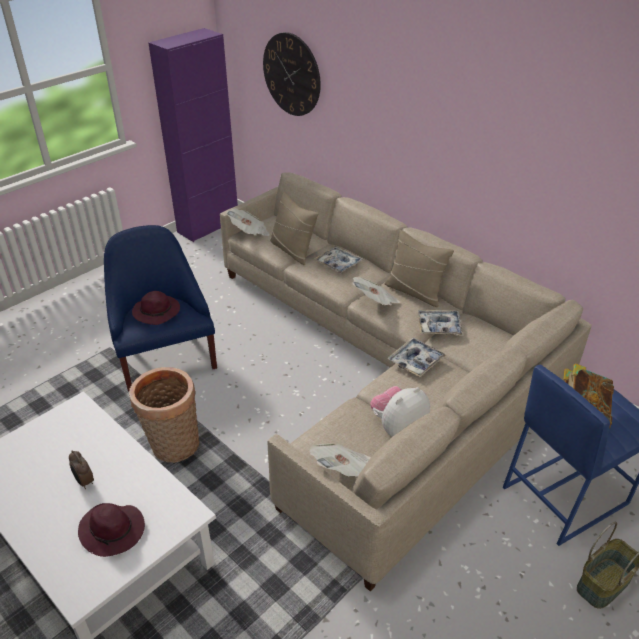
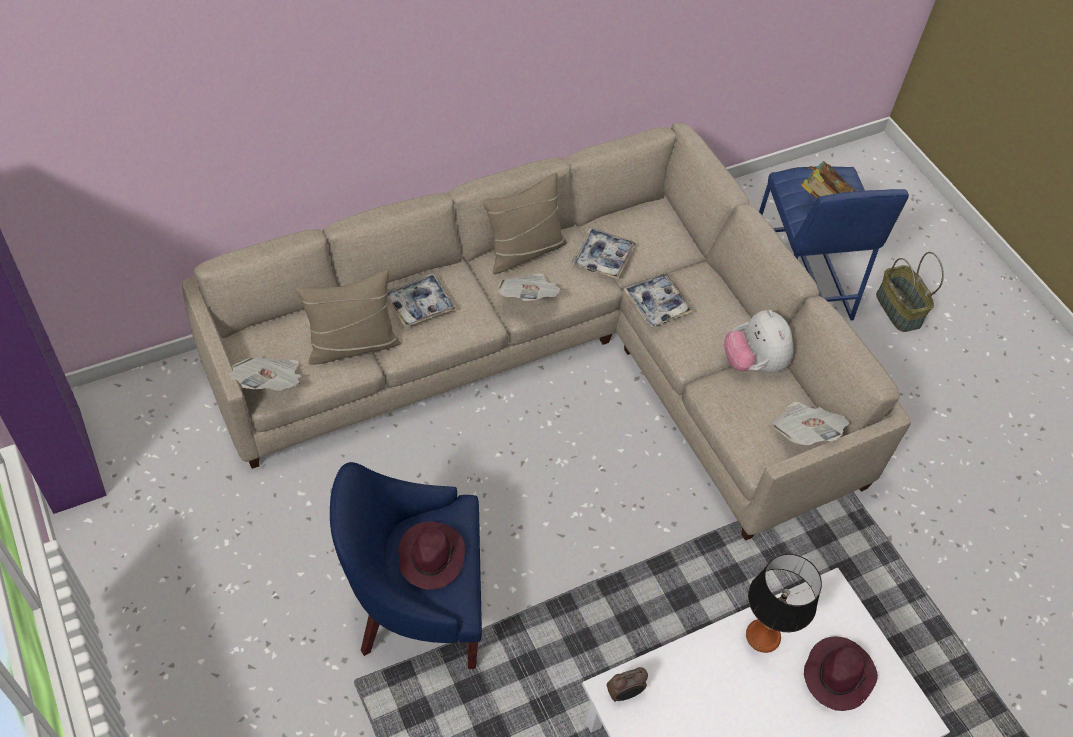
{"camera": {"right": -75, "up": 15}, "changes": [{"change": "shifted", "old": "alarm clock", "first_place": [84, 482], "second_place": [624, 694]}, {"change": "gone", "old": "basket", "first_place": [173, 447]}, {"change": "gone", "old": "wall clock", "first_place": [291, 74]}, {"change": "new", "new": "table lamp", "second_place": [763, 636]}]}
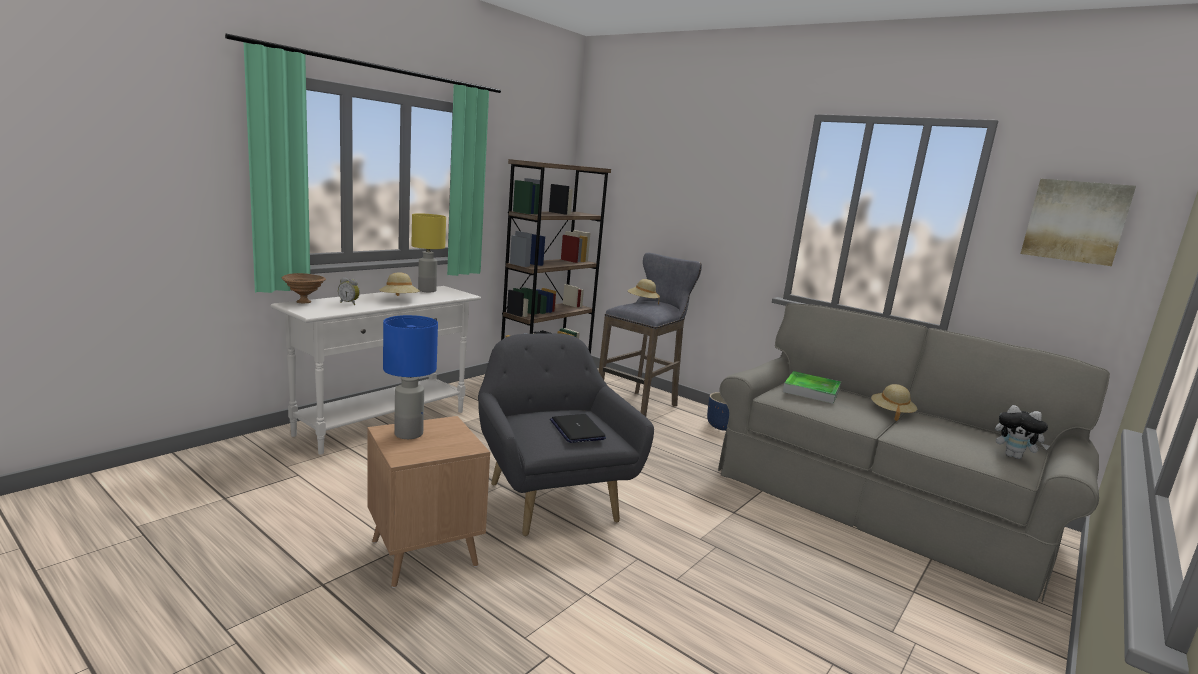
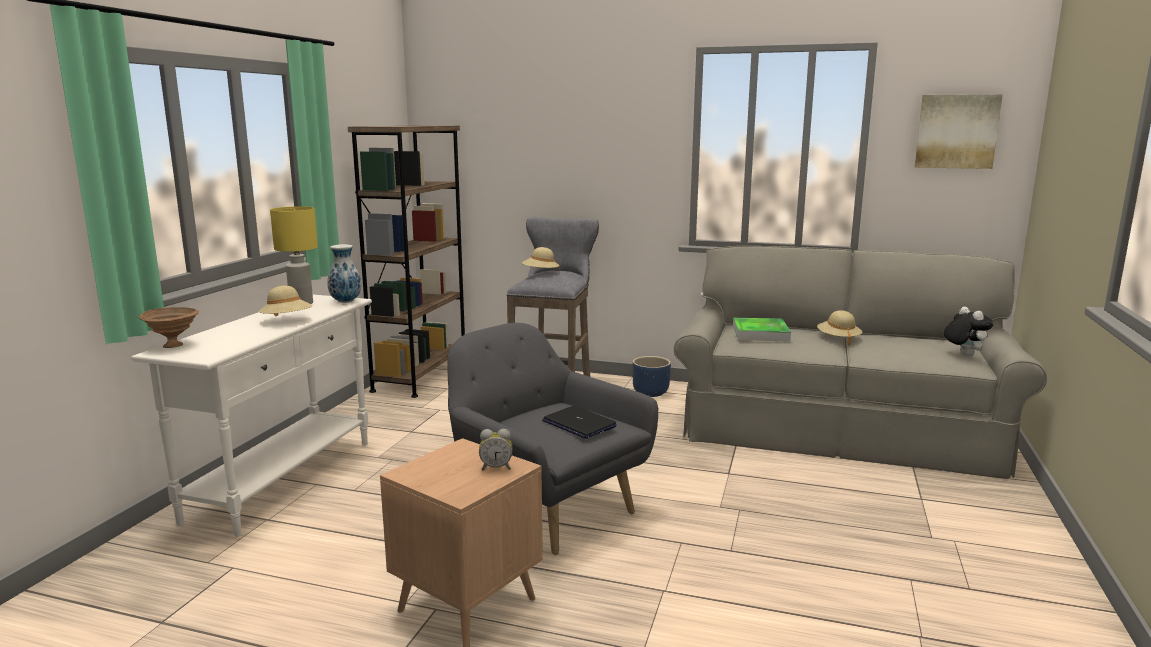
{"camera": {"right": -20, "up": 0}, "changes": [{"change": "shifted", "old": "alarm clock", "first_place": [349, 303], "second_place": [496, 467]}, {"change": "gone", "old": "blue table lamp", "first_place": [408, 434]}, {"change": "rotated", "old": "plush toy", "first_place": [1014, 456], "second_place": [963, 355], "degrees": -120}, {"change": "new", "new": "vase", "second_place": [346, 301]}]}
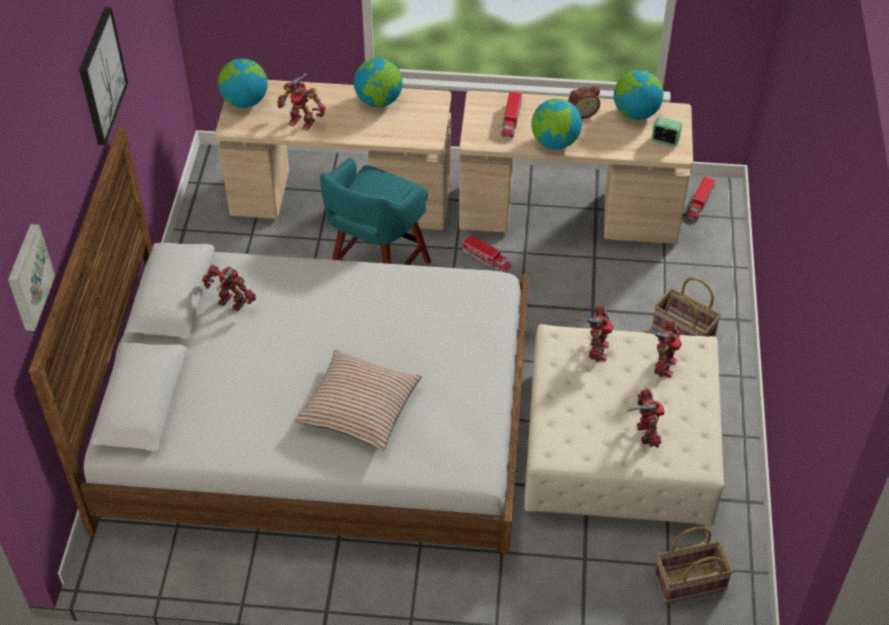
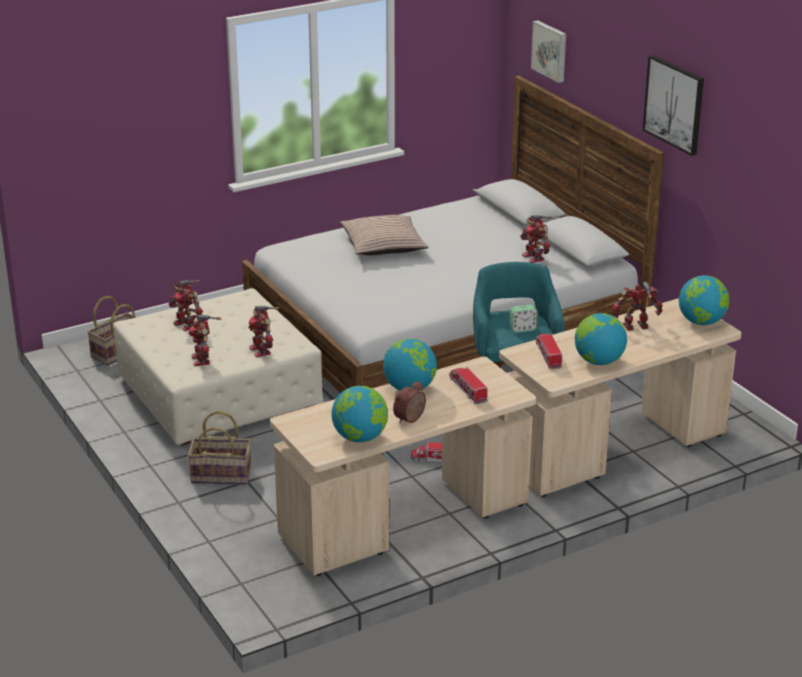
{"camera": {"right": 145, "up": -20}, "changes": [{"change": "rotated", "old": "toy robot", "first_place": [231, 303], "second_place": [534, 257], "degrees": 75}, {"change": "shifted", "old": "alarm clock", "first_place": [665, 140], "second_place": [523, 329]}, {"change": "shifted", "old": "toy truck", "first_place": [699, 203], "second_place": [548, 355]}]}
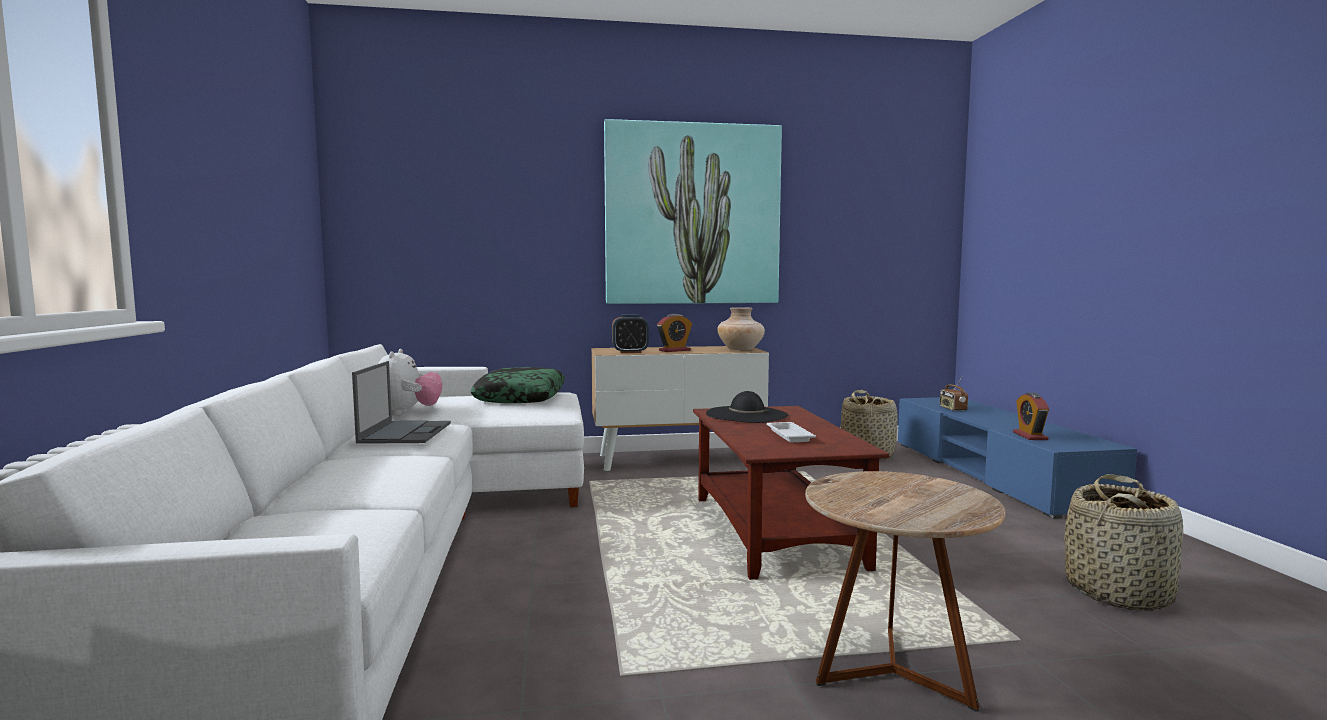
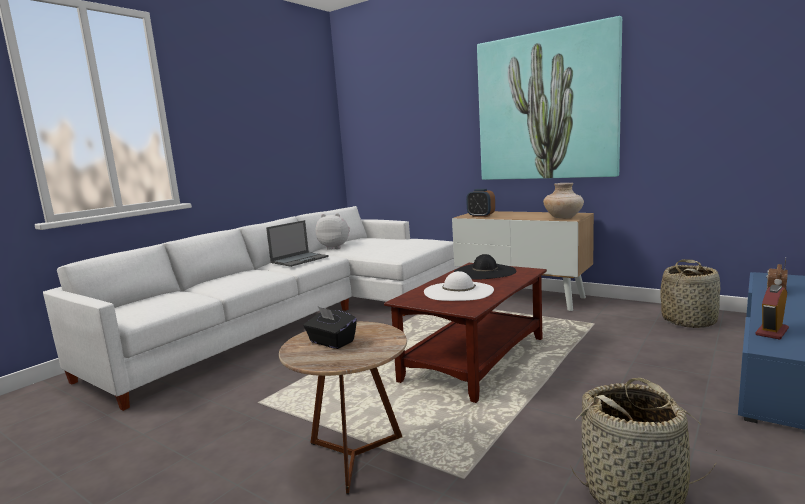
{"camera": {"right": 45, "up": 5}, "changes": [{"change": "rotated", "old": "plush toy", "first_place": [408, 413], "second_place": [335, 247], "degrees": -120}, {"change": "gone", "old": "pillow", "first_place": [520, 397]}, {"change": "gone", "old": "alarm clock", "first_place": [674, 350]}, {"change": "swapped", "old": "white tray", "new": "white hat", "first_place": [789, 435], "second_place": [458, 291]}, {"change": "new", "new": "black tissue box", "second_place": [331, 342]}]}
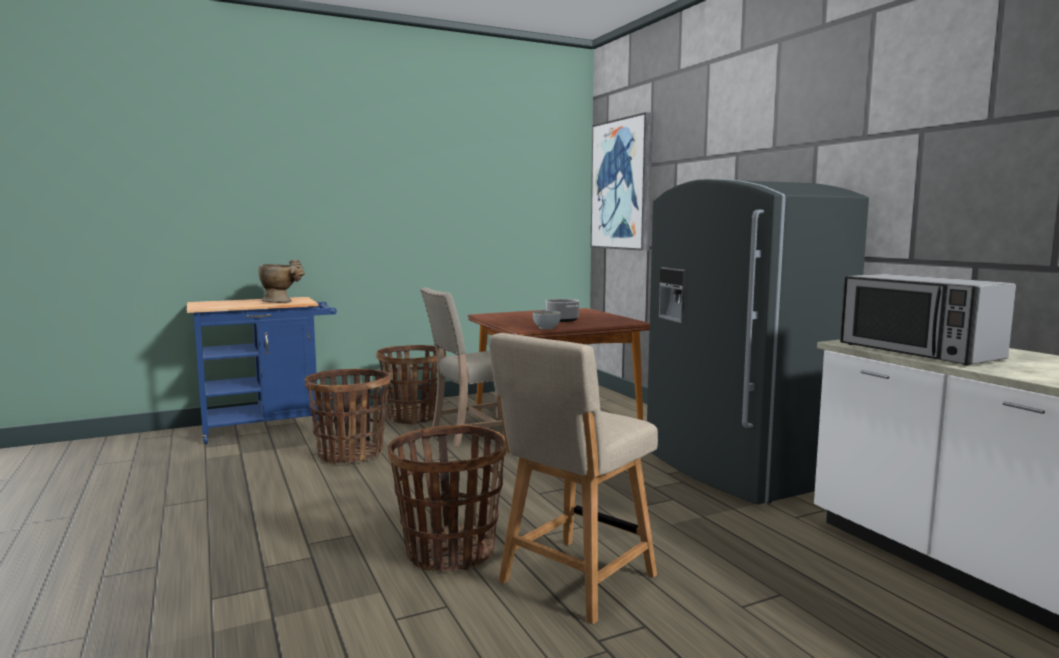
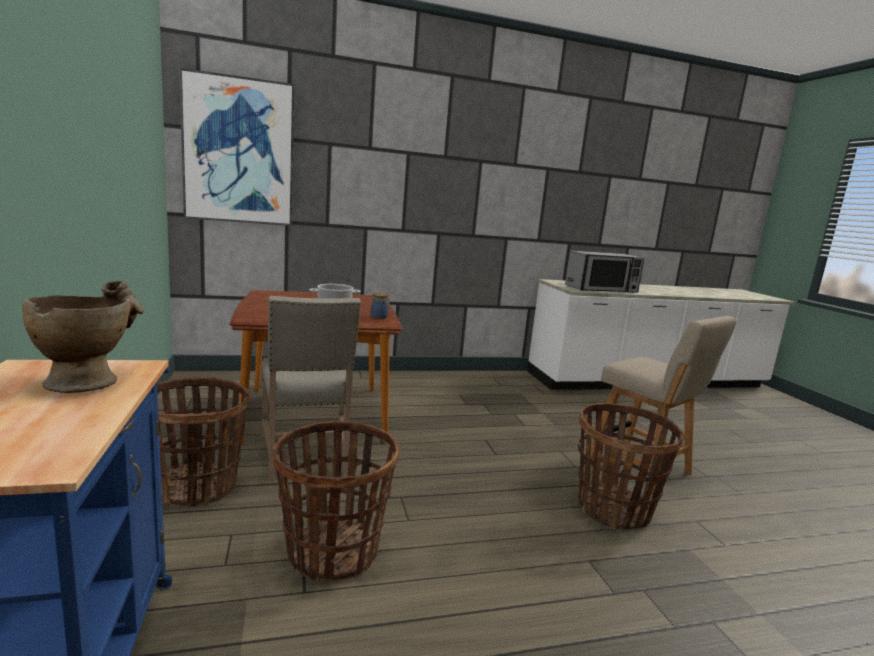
{"camera": {"right": -80, "up": 5}, "changes": [{"change": "swapped", "old": "bowl", "new": "jar", "first_place": [546, 328], "second_place": [379, 317]}, {"change": "gone", "old": "grey fridge", "first_place": [736, 469]}]}
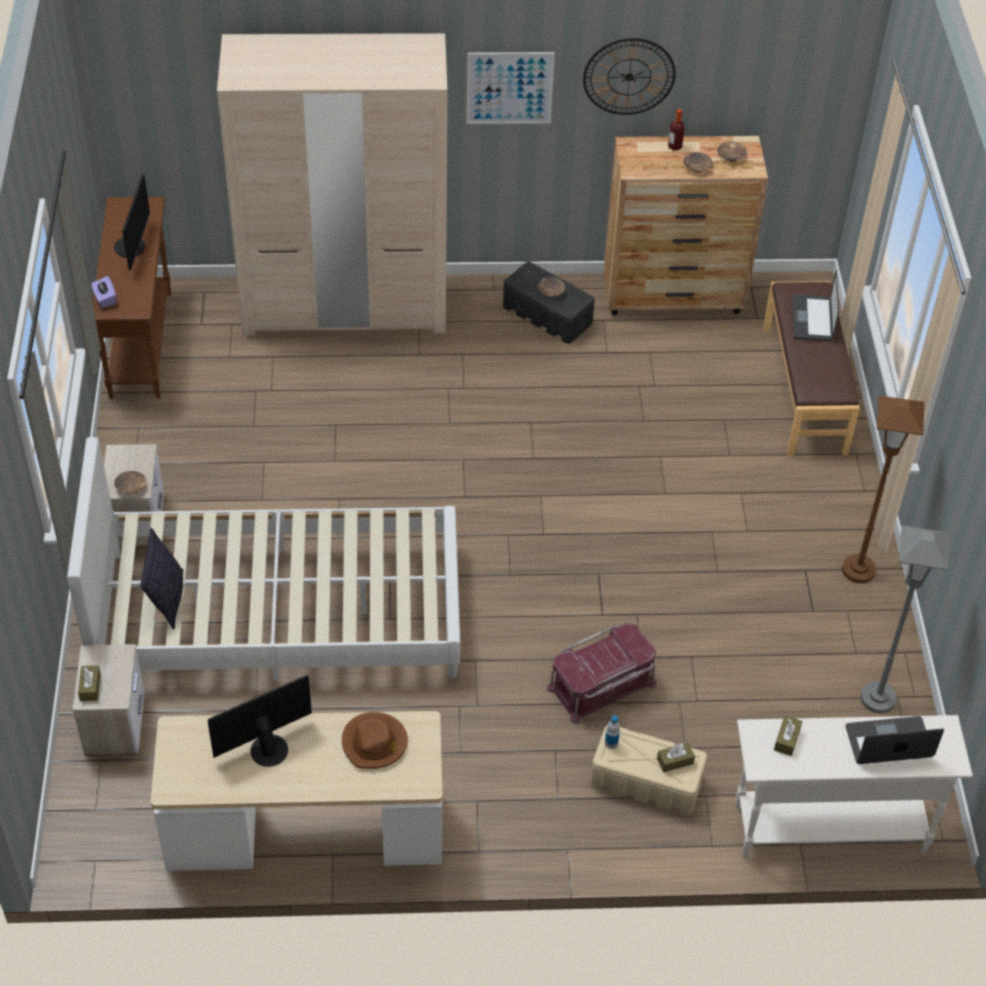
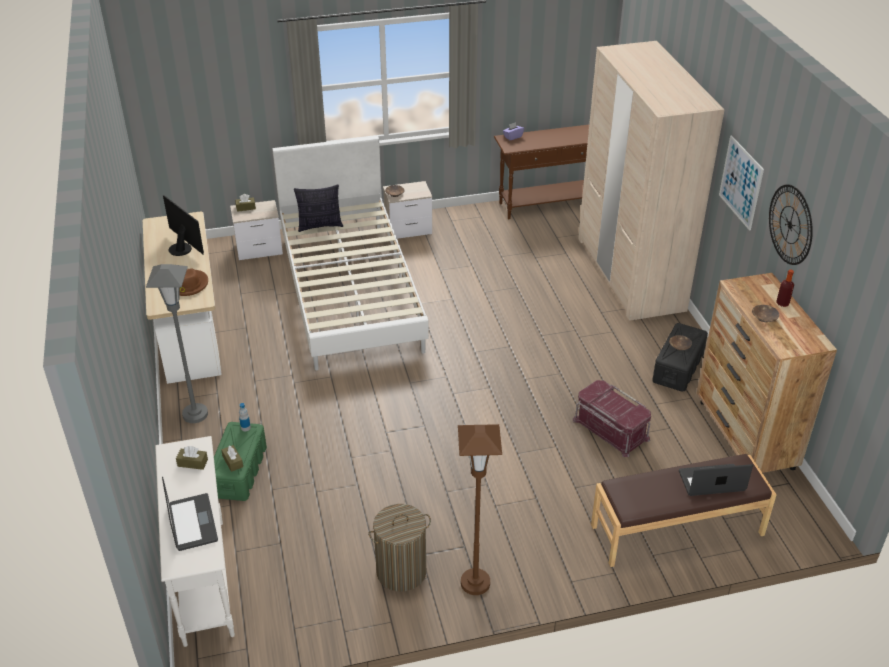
{"camera": {"right": 80, "up": -10}, "changes": [{"change": "gone", "old": "monitor", "first_place": [133, 247]}, {"change": "shifted", "old": "red storage box", "first_place": [602, 686], "second_place": [610, 429]}, {"change": "repainted", "old": "beige storage box", "new": "green storage box", "first_place": [645, 781], "second_place": [239, 471]}, {"change": "gone", "old": "brown bowl", "first_place": [731, 156]}, {"change": "shifted", "old": "grey floor lamp", "first_place": [877, 698], "second_place": [195, 414]}, {"change": "new", "new": "laundry basket", "second_place": [401, 572]}]}
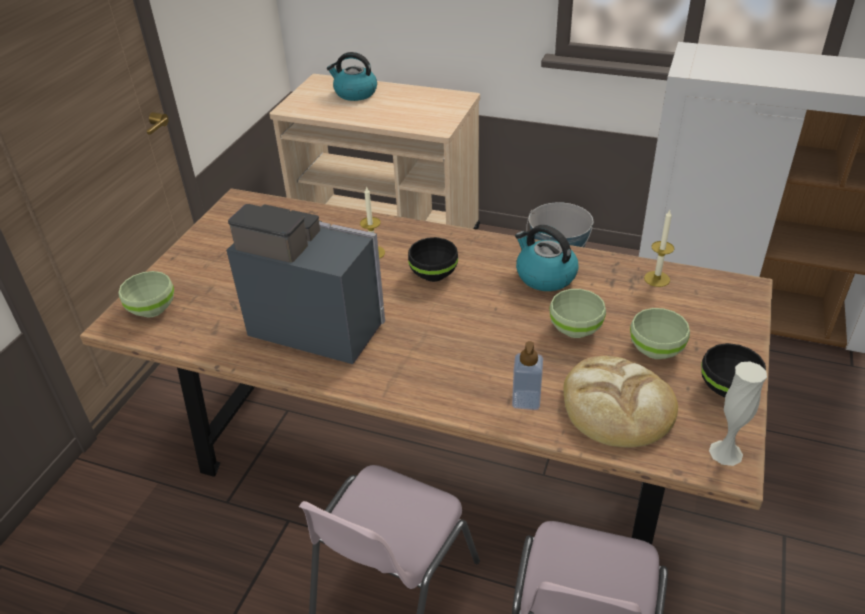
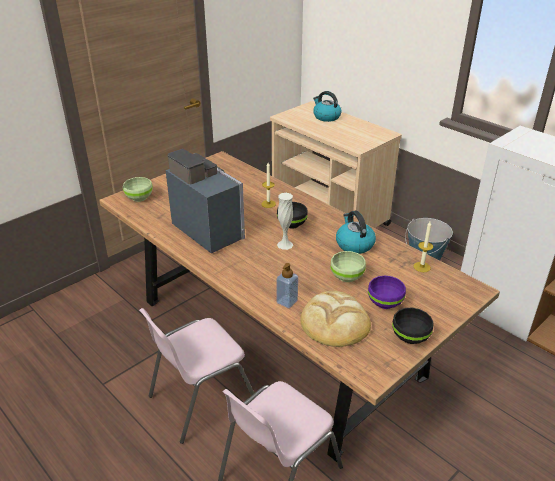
{"camera": {"right": 25, "up": -5}, "changes": [{"change": "repainted", "old": "green bowl", "new": "purple bowl", "first_place": [655, 349], "second_place": [385, 302]}, {"change": "shifted", "old": "white vase", "first_place": [725, 452], "second_place": [285, 245]}]}
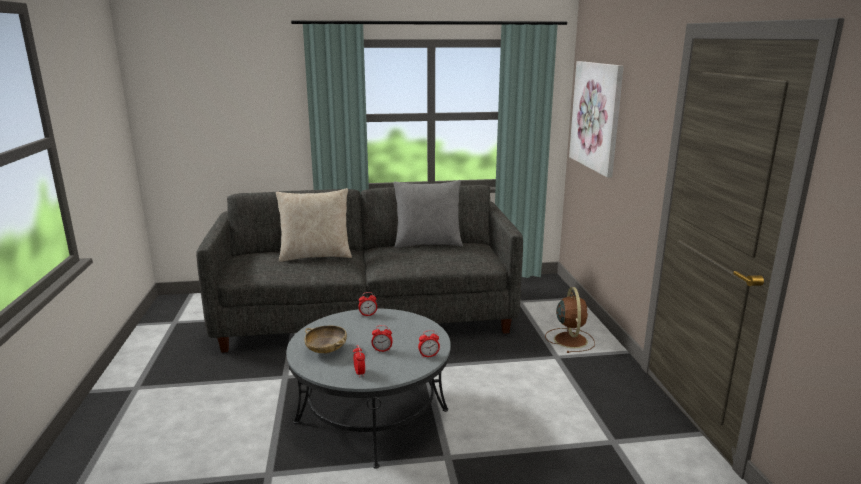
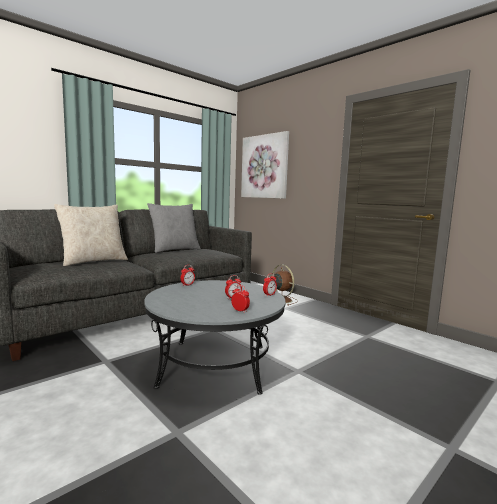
{"camera": {"right": -35, "up": -10}, "changes": [{"change": "gone", "old": "beige bowl", "first_place": [326, 351]}]}
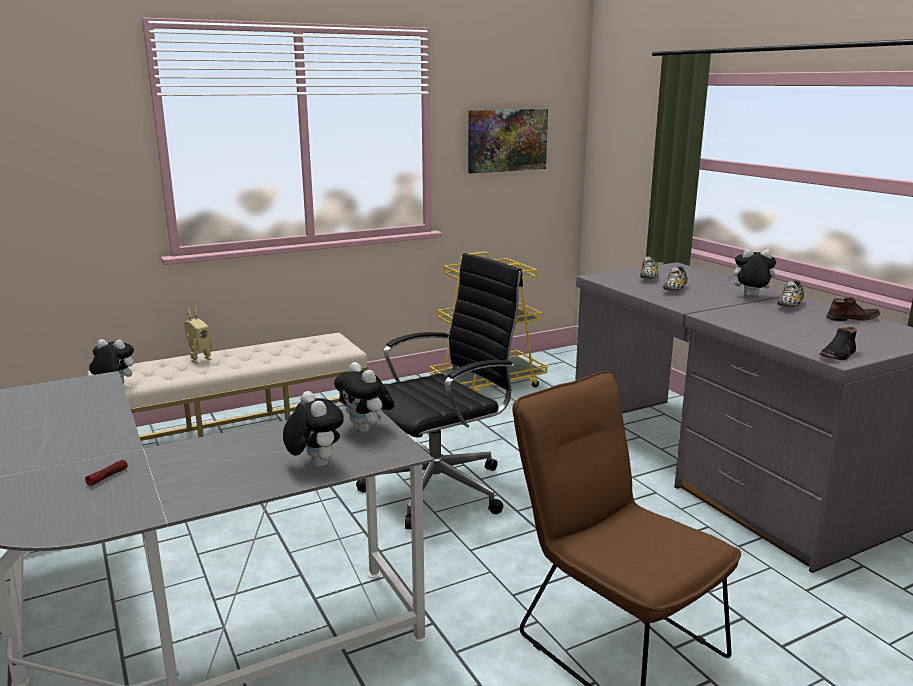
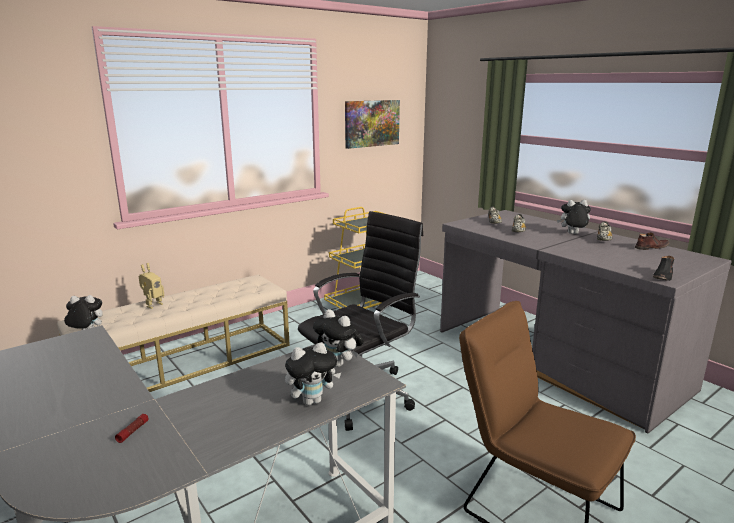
{"camera": {"right": -10, "up": 0}, "changes": [{"change": "rotated", "old": "plush toy", "first_place": [314, 465], "second_place": [312, 400], "degrees": 105}]}
